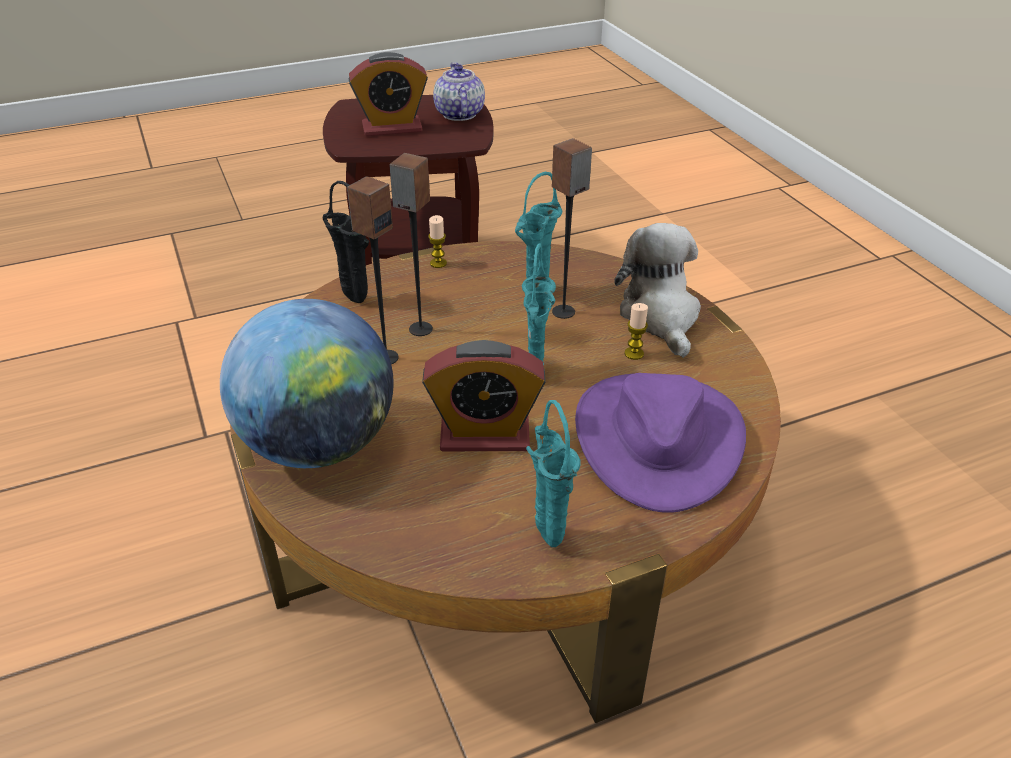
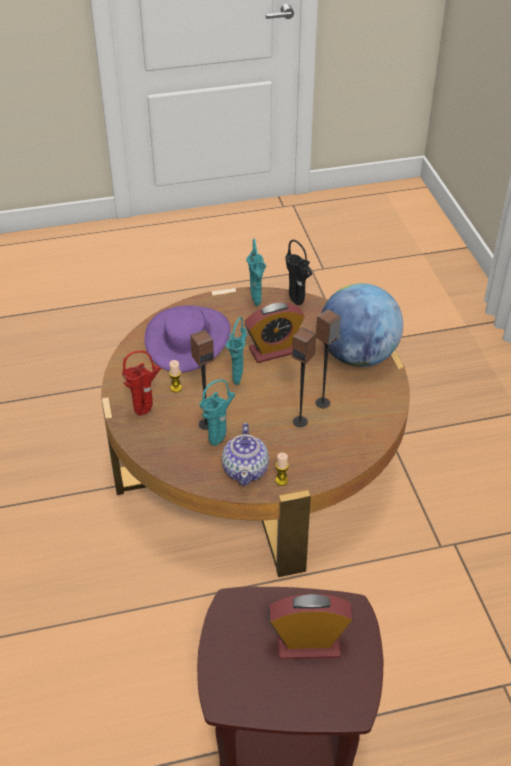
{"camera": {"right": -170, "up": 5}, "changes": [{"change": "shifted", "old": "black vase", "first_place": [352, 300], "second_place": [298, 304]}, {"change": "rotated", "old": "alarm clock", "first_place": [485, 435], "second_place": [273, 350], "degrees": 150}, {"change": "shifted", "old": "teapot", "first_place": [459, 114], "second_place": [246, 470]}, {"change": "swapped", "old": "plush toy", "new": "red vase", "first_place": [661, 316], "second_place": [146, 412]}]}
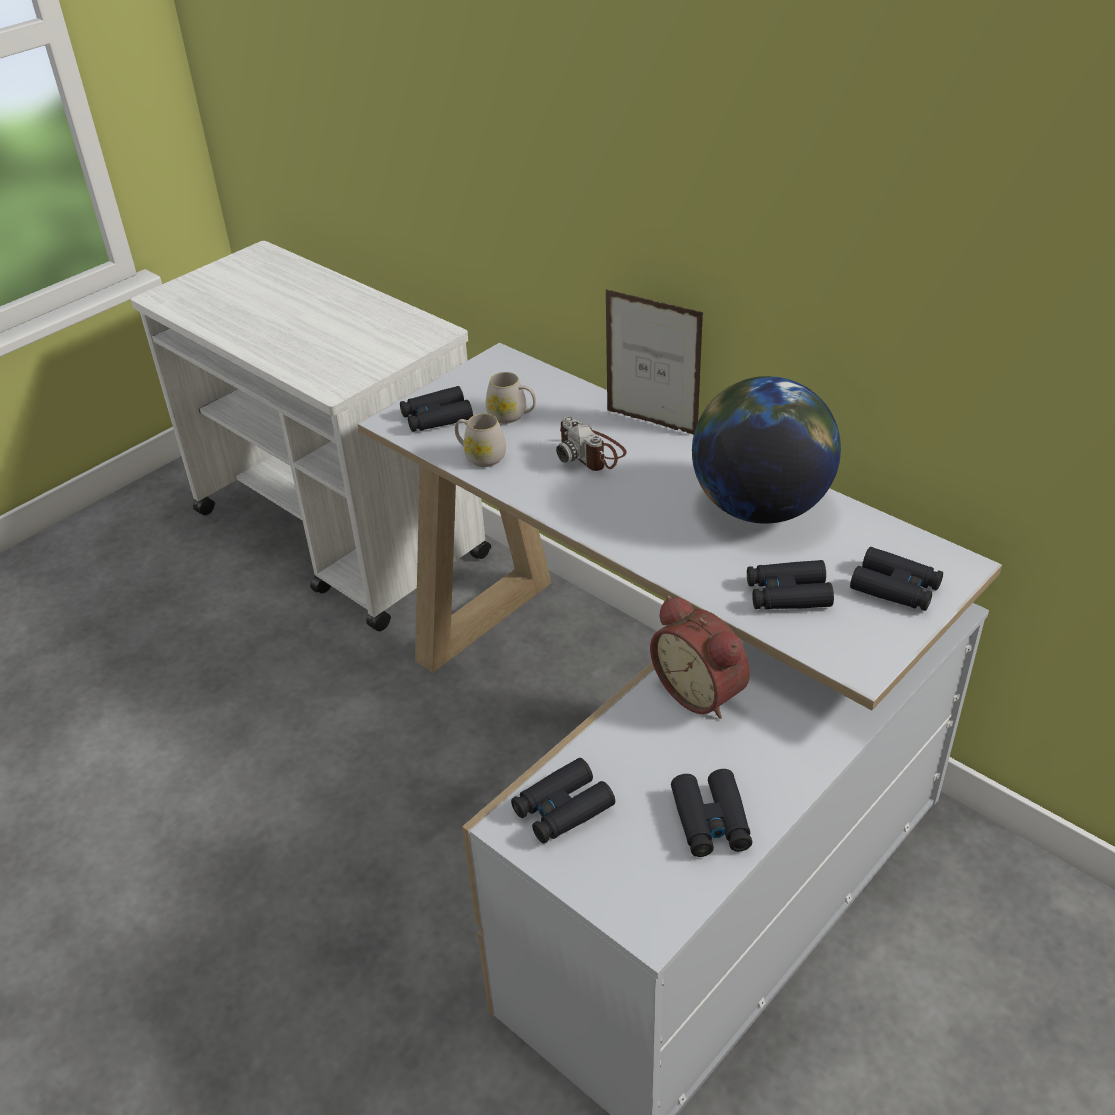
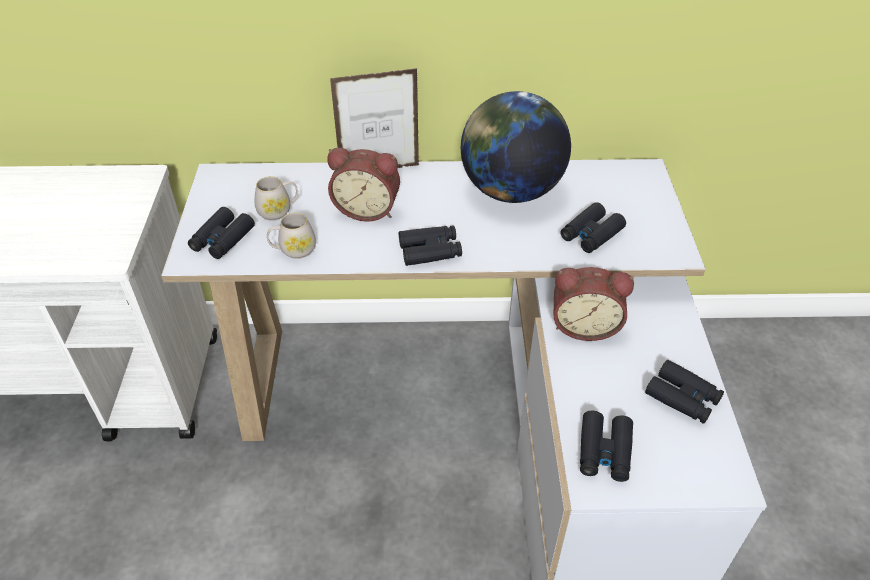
{"camera": {"right": -45, "up": 5}, "changes": [{"change": "swapped", "old": "photo camera", "new": "alarm clock", "first_place": [591, 453], "second_place": [367, 209]}, {"change": "shifted", "old": "black binoculars", "first_place": [895, 588], "second_place": [430, 251]}]}
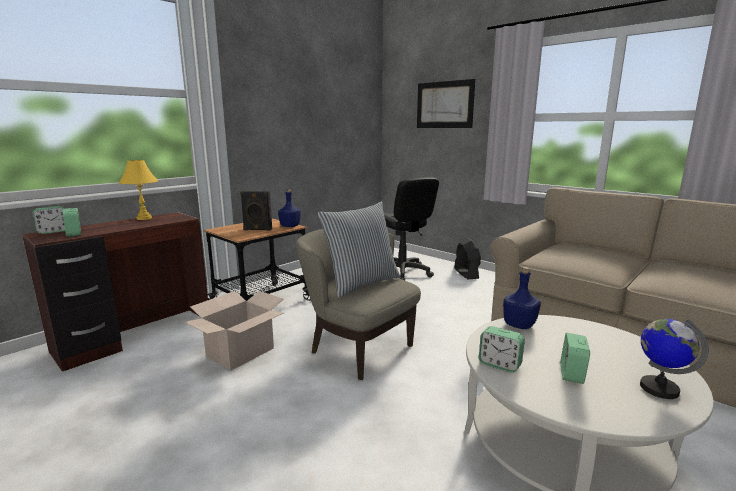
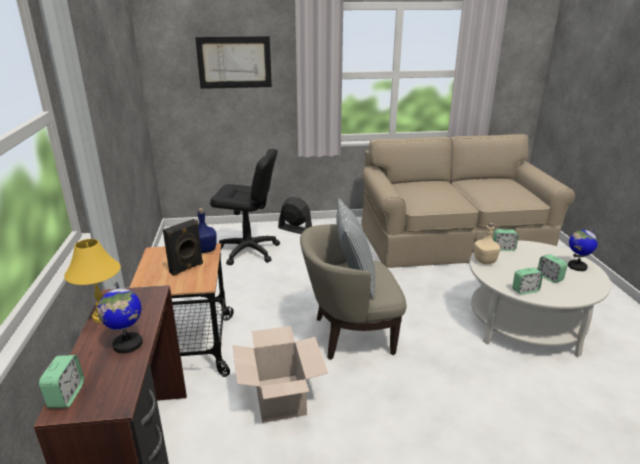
{"camera": {"right": -50, "up": 10}, "changes": [{"change": "shifted", "old": "alarm clock", "first_place": [74, 234], "second_place": [503, 248]}, {"change": "repainted", "old": "blue bottle", "new": "beige bottle", "first_place": [519, 325], "second_place": [485, 261]}, {"change": "new", "new": "globe", "second_place": [127, 344]}]}
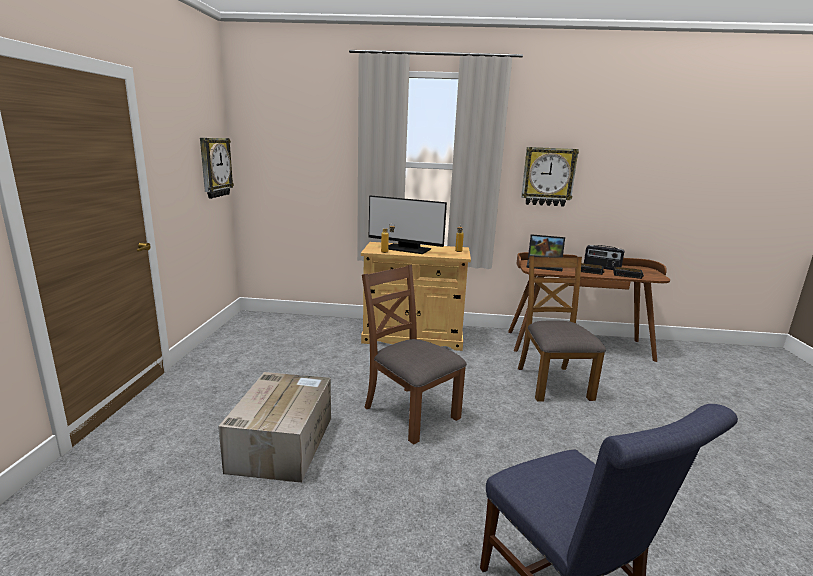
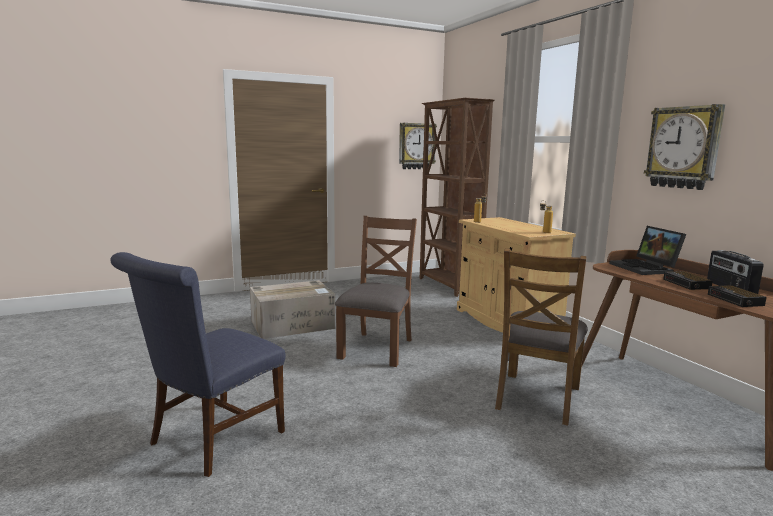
{"camera": {"right": 60, "up": -5}, "changes": [{"change": "gone", "old": "monitor", "first_place": [407, 249]}, {"change": "rotated", "old": "brown chair", "first_place": [552, 382], "second_place": [537, 397], "degrees": 150}, {"change": "new", "new": "brown bookcase", "second_place": [448, 286]}]}
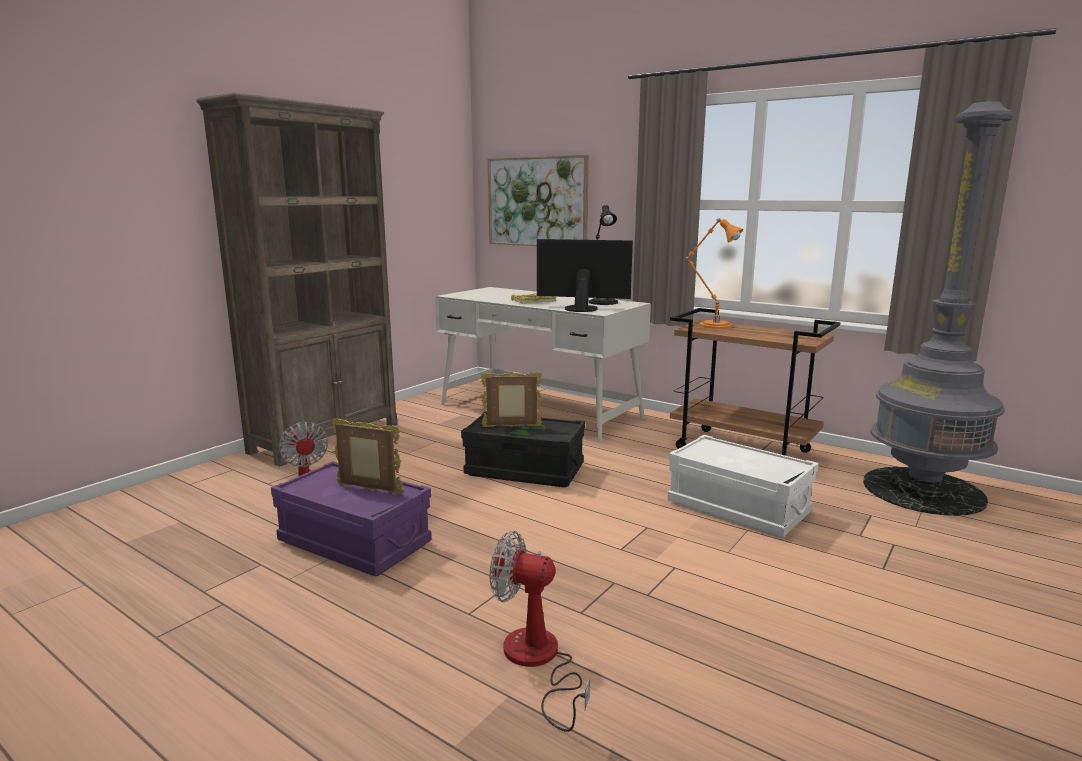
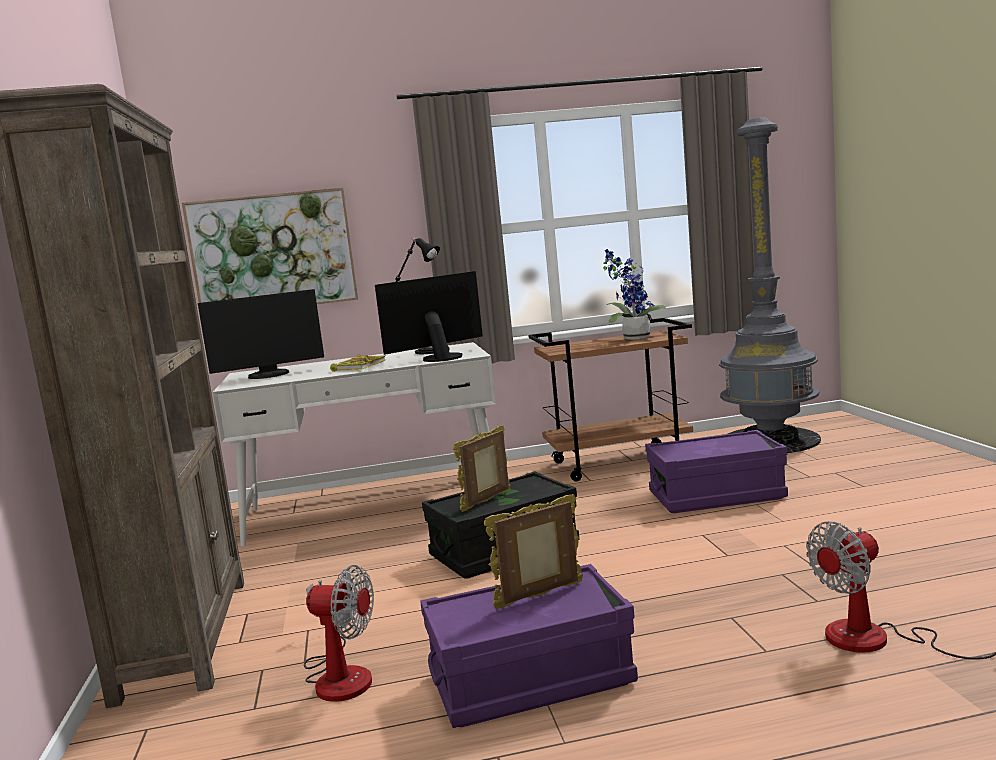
{"camera": {"right": -45, "up": -5}, "changes": [{"change": "repainted", "old": "white storage box", "new": "purple storage box", "first_place": [738, 508], "second_place": [716, 496]}, {"change": "gone", "old": "orange table lamp", "first_place": [713, 325]}, {"change": "new", "new": "monitor", "second_place": [269, 375]}, {"change": "new", "new": "potted plant", "second_place": [633, 338]}]}
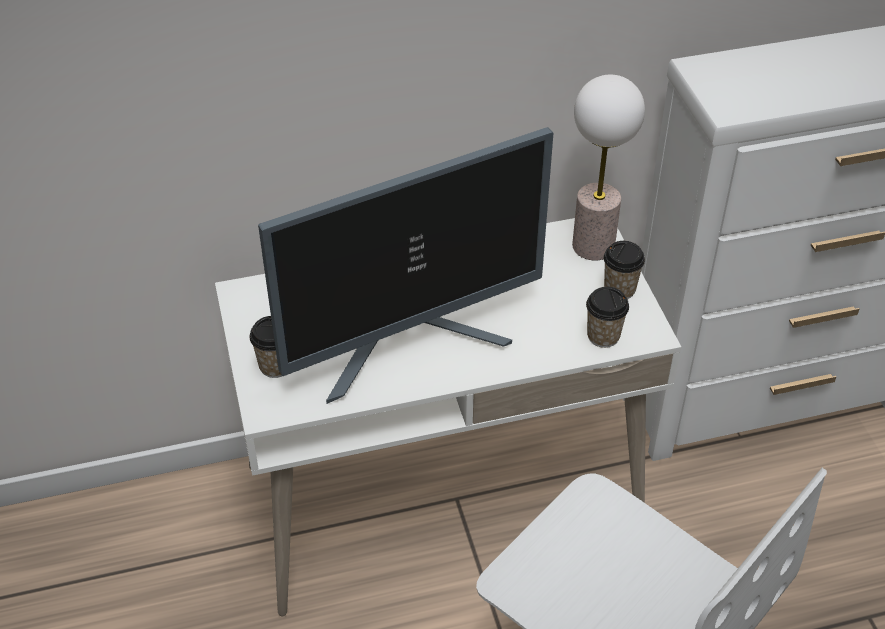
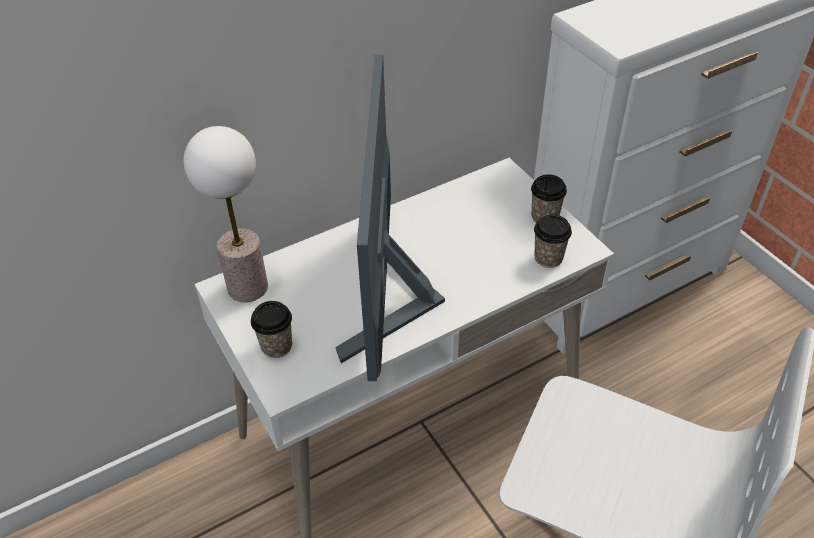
{"camera": {"right": -15, "up": 0}, "changes": [{"change": "rotated", "old": "monitor", "first_place": [410, 343], "second_place": [389, 299], "degrees": 135}, {"change": "shifted", "old": "table lamp", "first_place": [593, 245], "second_place": [247, 287]}]}
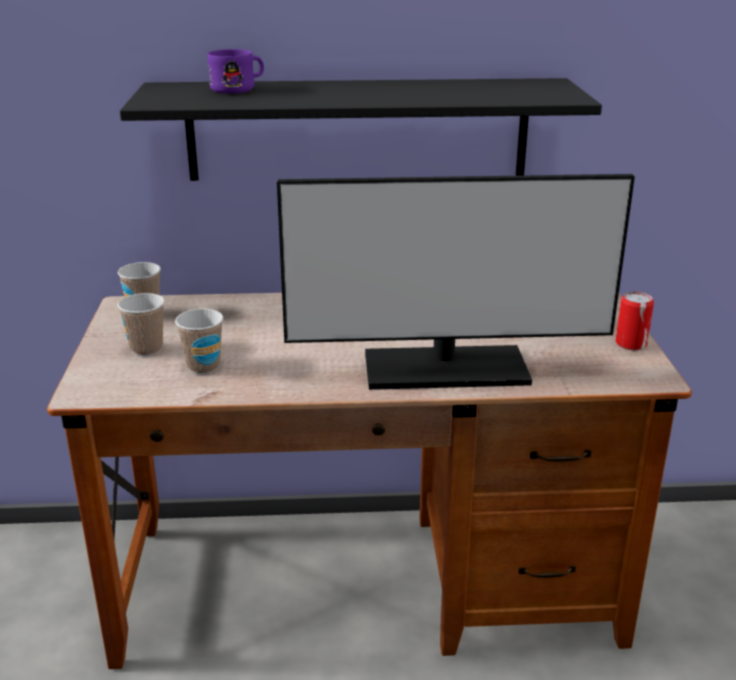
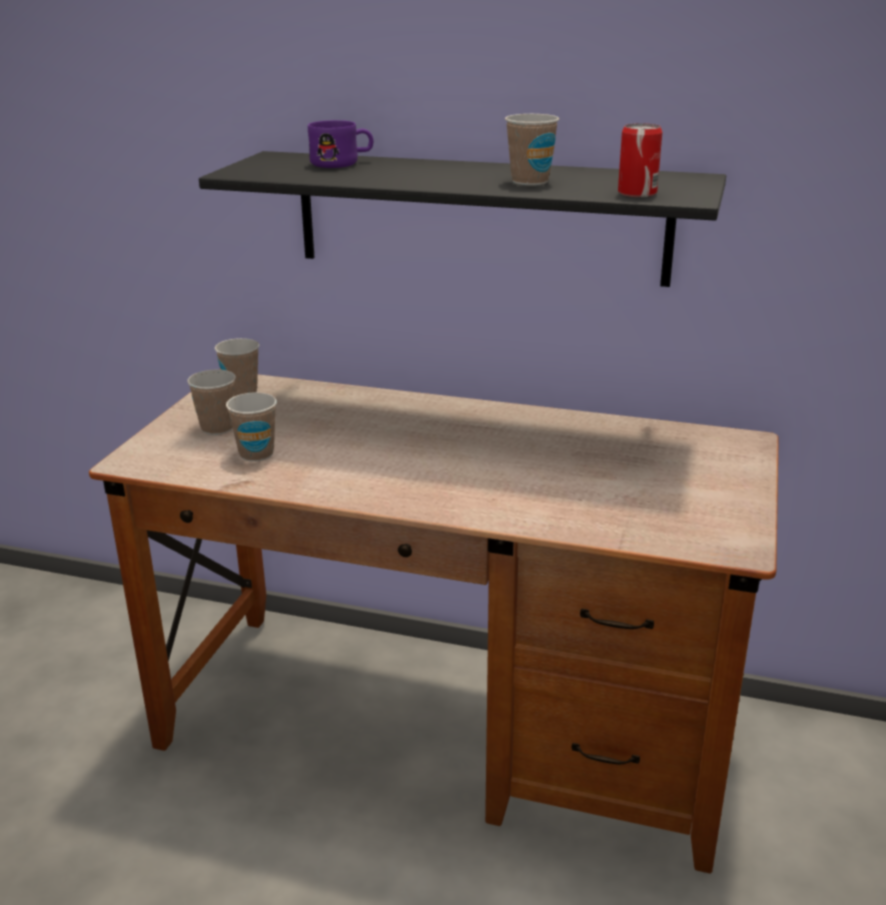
{"camera": {"right": 20, "up": 0}, "changes": [{"change": "gone", "old": "monitor", "first_place": [445, 369]}, {"change": "shifted", "old": "can", "first_place": [631, 344], "second_place": [637, 193]}, {"change": "new", "new": "cup", "second_place": [530, 181]}]}
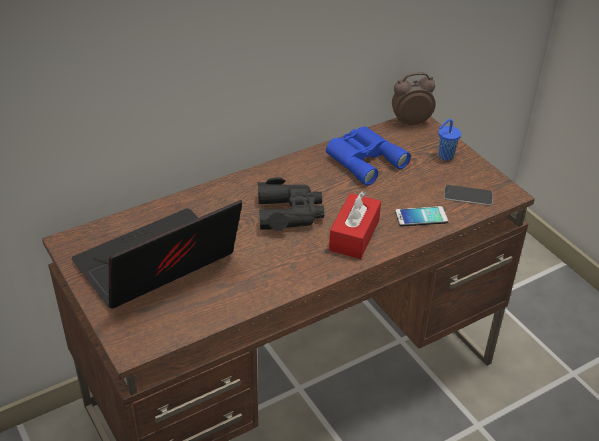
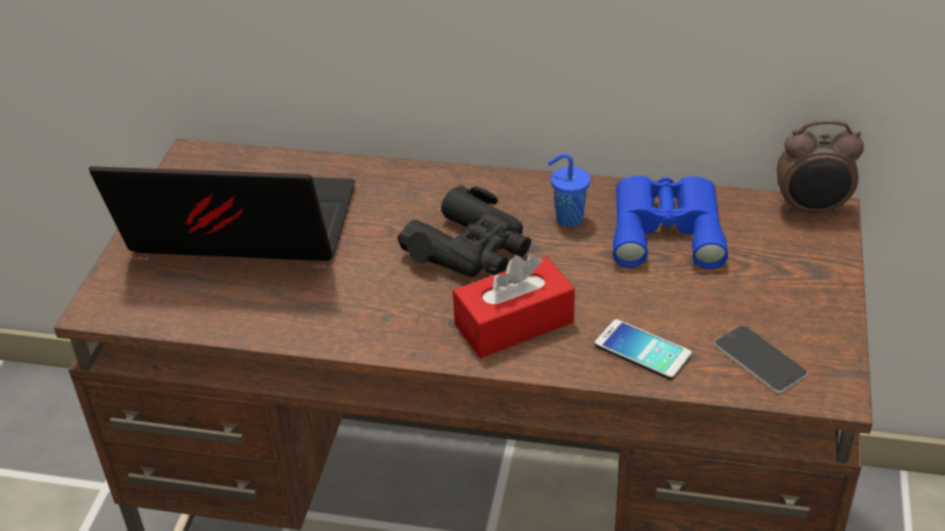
{"camera": {"right": 45, "up": 0}, "changes": [{"change": "rotated", "old": "alarm clock", "first_place": [410, 122], "second_place": [811, 210], "degrees": 150}, {"change": "shifted", "old": "blue cup", "first_place": [445, 156], "second_place": [567, 219]}]}
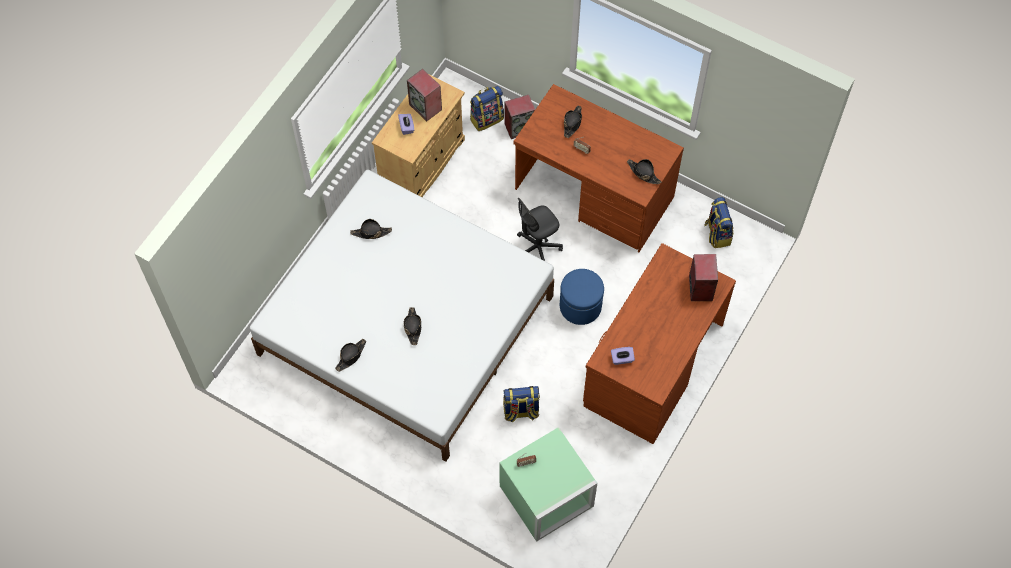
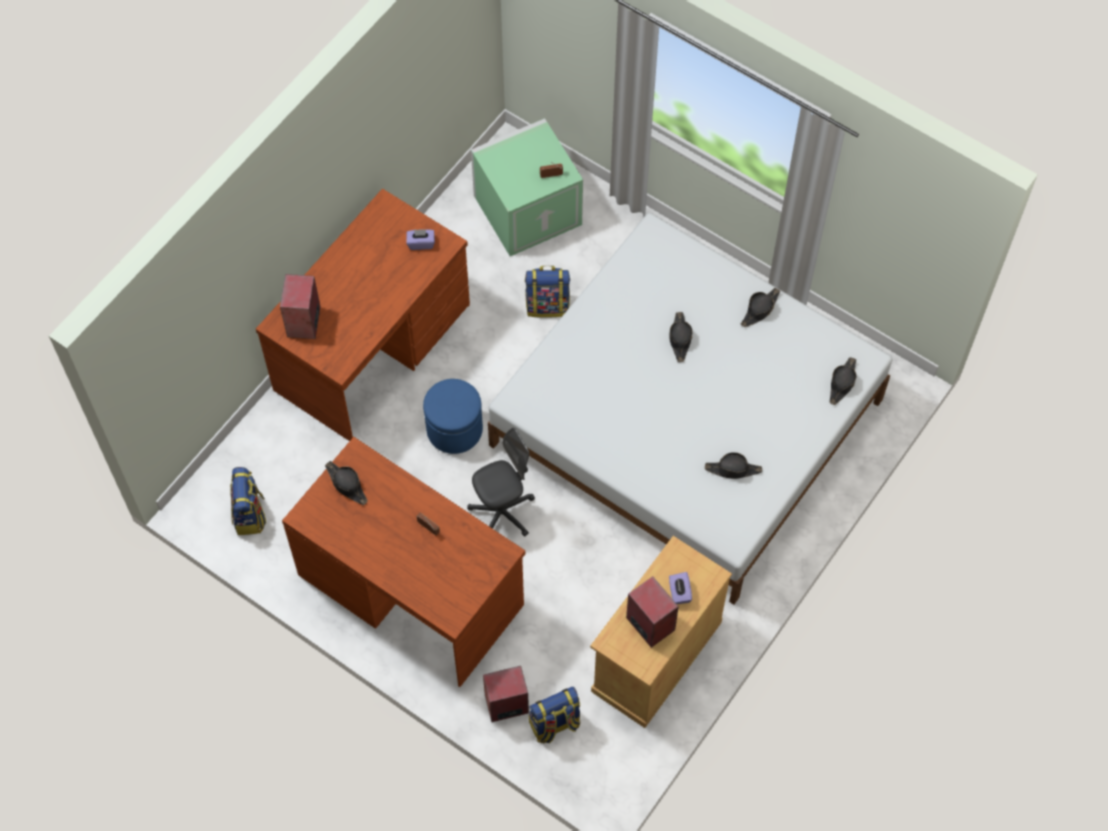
{"camera": {"right": -175, "up": 0}, "changes": [{"change": "shifted", "old": "black hat", "first_place": [572, 123], "second_place": [842, 383]}]}
